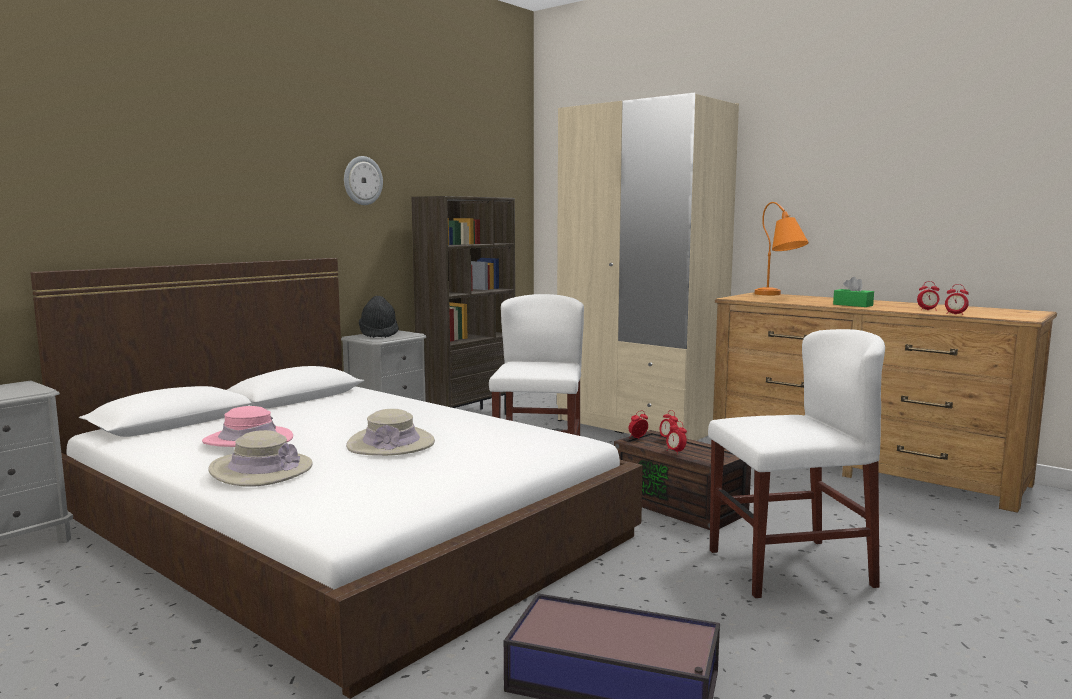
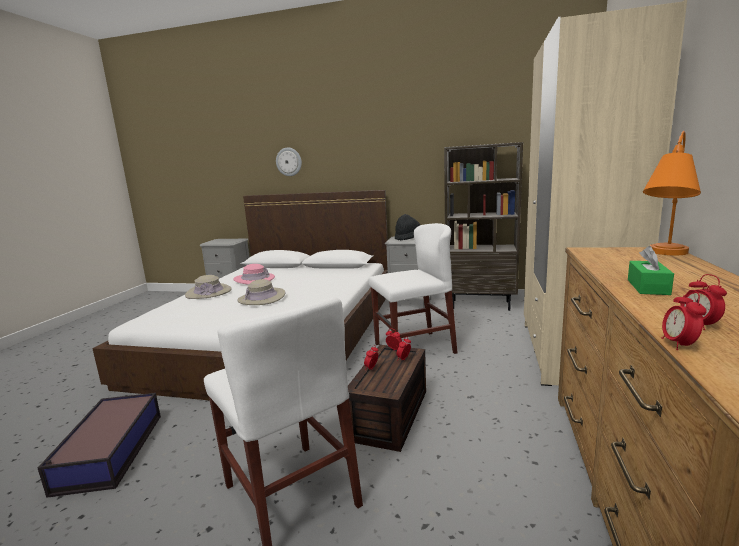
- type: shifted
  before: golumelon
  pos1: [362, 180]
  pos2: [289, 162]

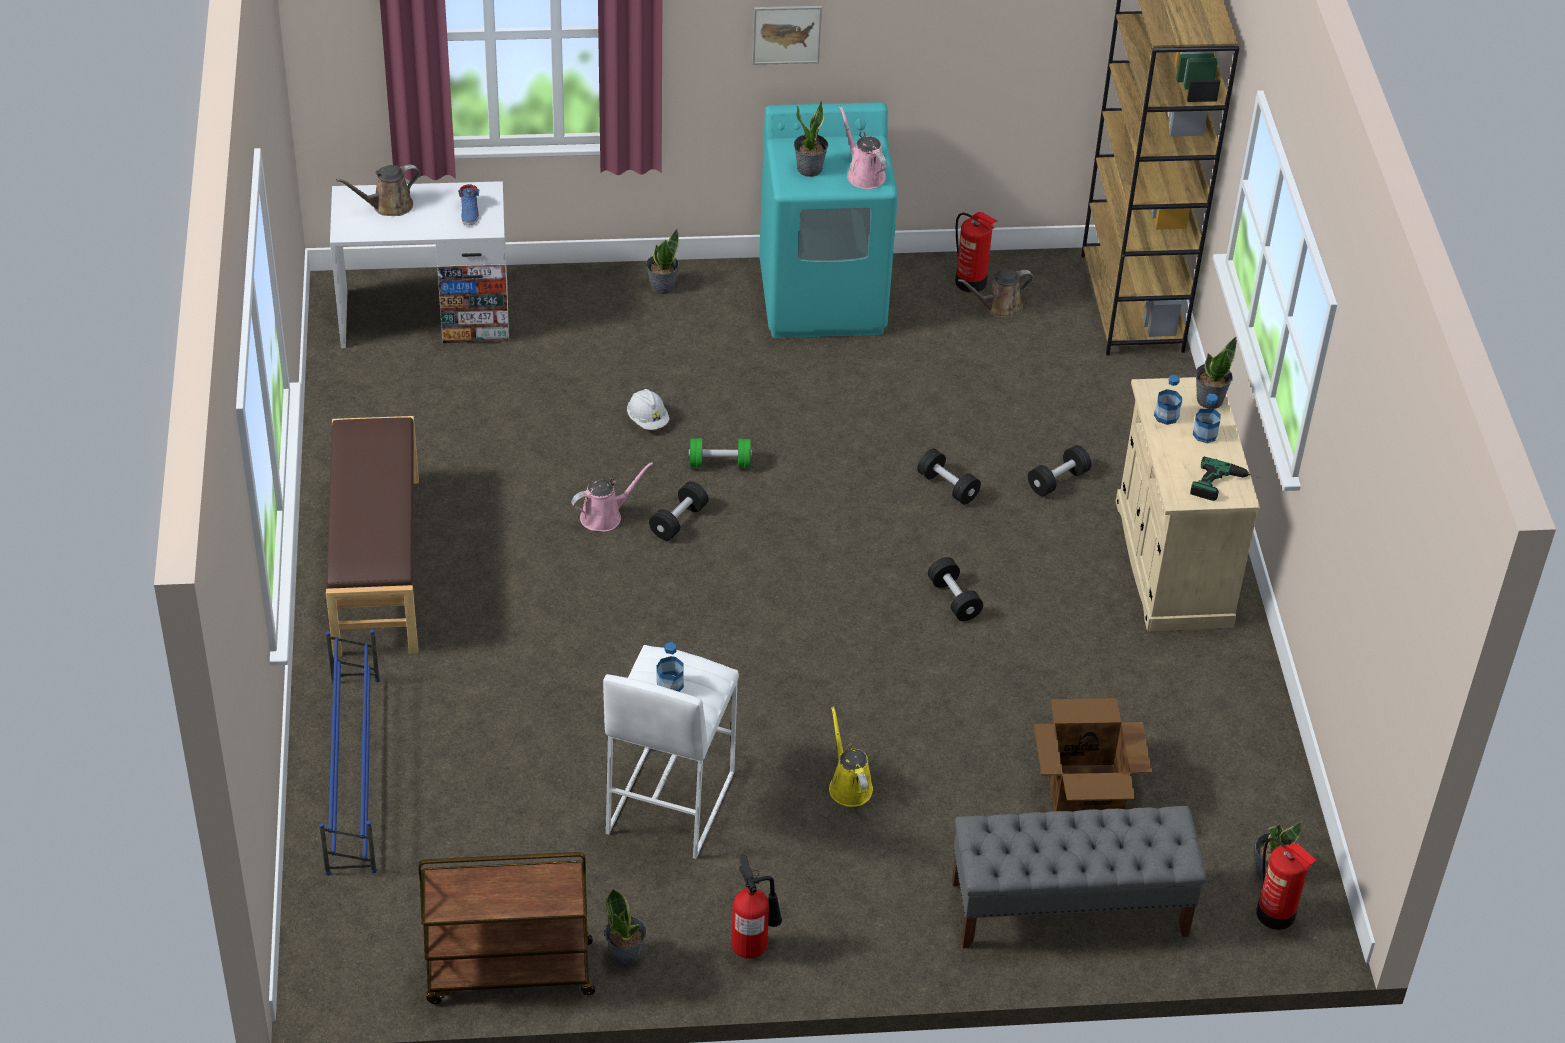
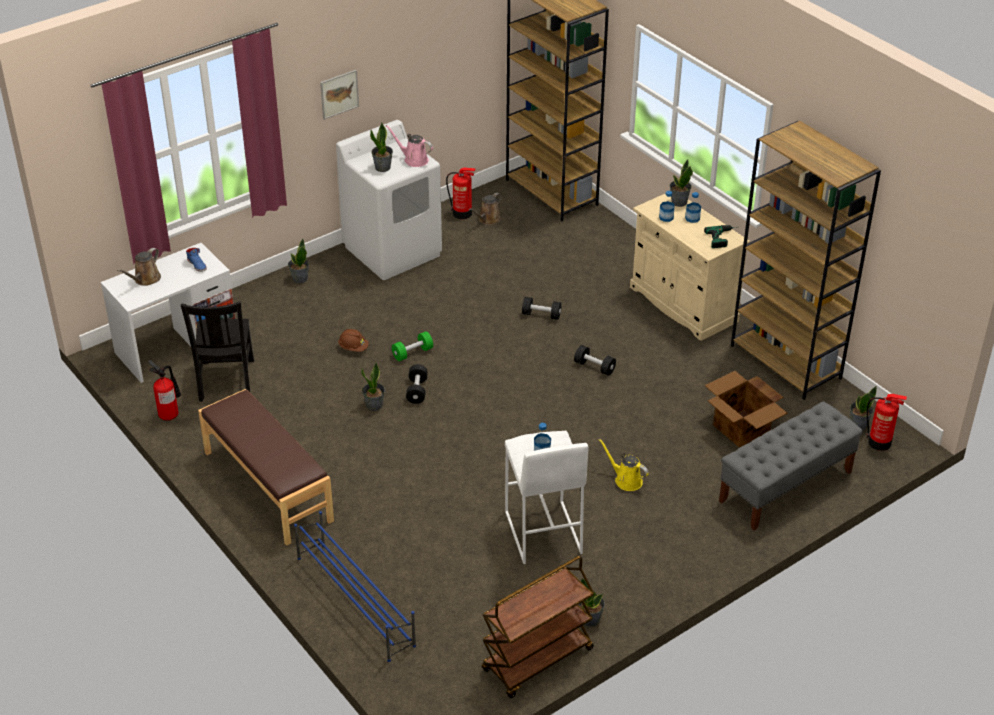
- type: shifted
  before: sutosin
  pos1: [753, 944]
  pos2: [170, 414]
- type: new
  after: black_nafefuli
  pos2: [226, 382]
- type: repainted
  before: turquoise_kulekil
  after: white_kulekil
  pos1: [823, 298]
  pos2: [393, 251]
- type: repainted
  before: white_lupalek
  after: brown_lupalek
  pos1: [647, 420]
  pos2: [353, 348]
- type: swapped
  before: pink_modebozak
  after: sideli
  pos1: [605, 516]
  pos2: [374, 405]
- type: new
  after: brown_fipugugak
  pos2: [786, 362]
- type: gone
  before: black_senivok
  pos1: [1058, 481]

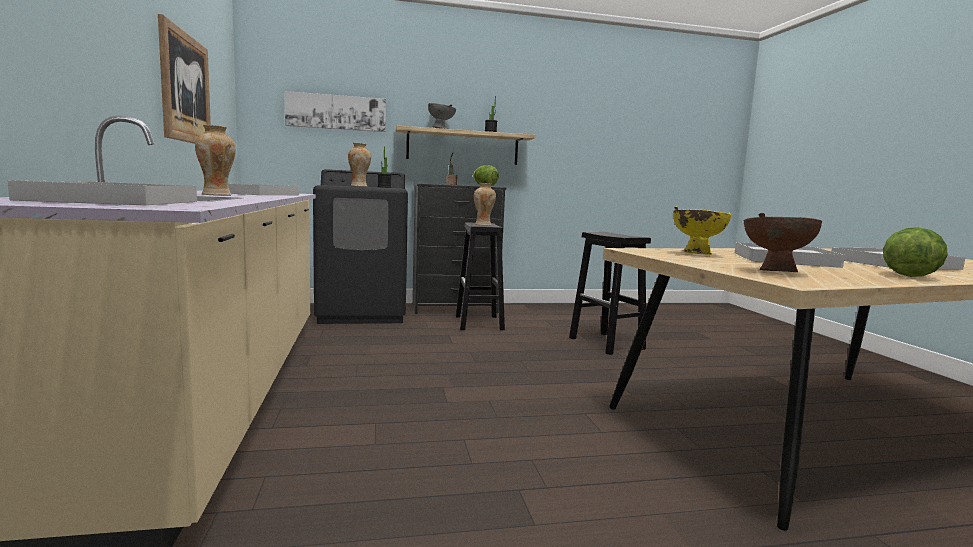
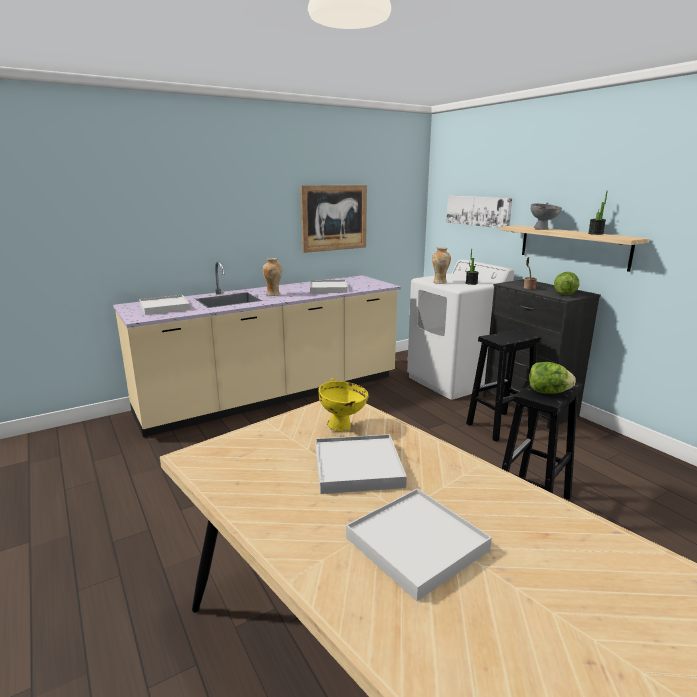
- type: repainted
  before: black_kulekil
  after: white_kulekil
  pos1: [362, 313]
  pos2: [454, 381]
- type: shifted
  before: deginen
  pos1: [909, 276]
  pos2: [548, 392]
- type: gone
  before: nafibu
  pos1: [483, 225]
- type: gone
  before: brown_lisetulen
  pos1: [774, 272]

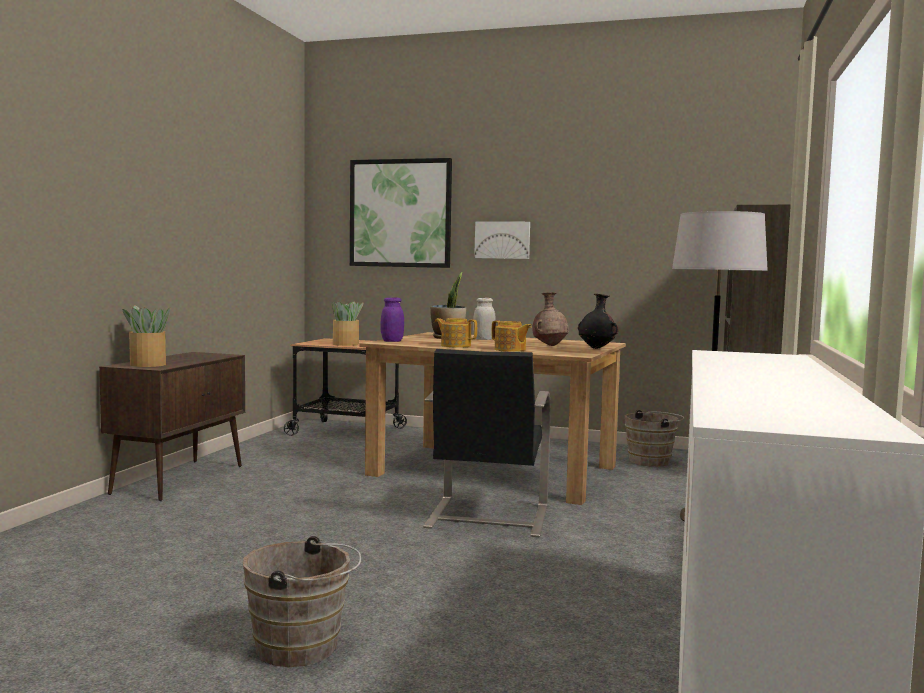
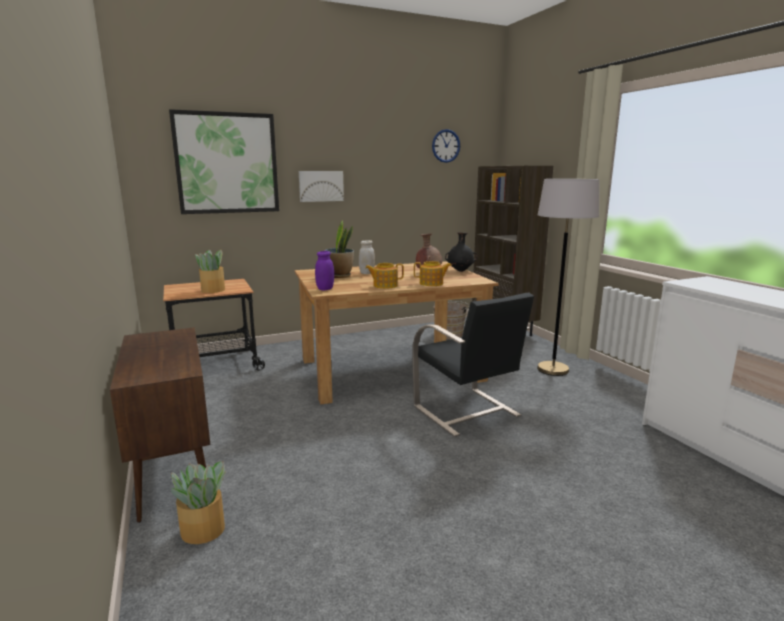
- type: shifted
  before: sideli
  pos1: [148, 364]
  pos2: [204, 530]
- type: new
  after: golumelon
  pos2: [446, 146]
- type: gone
  before: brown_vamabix
  pos1: [303, 648]

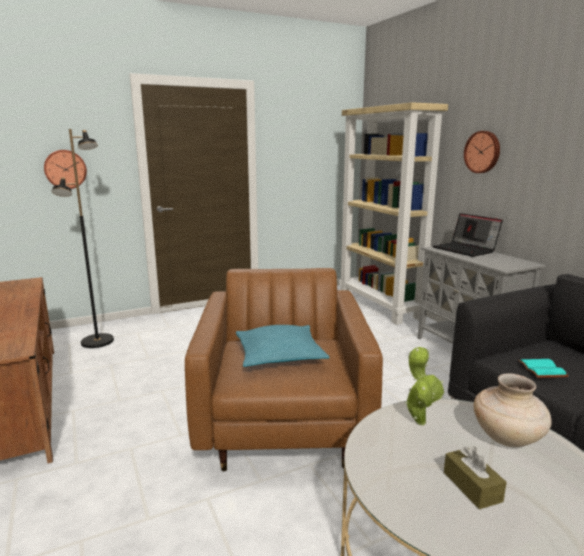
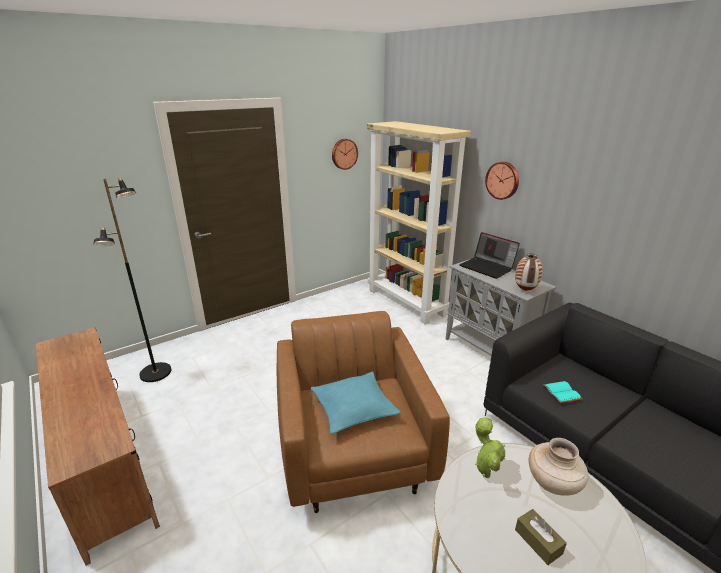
- type: shifted
  before: golumelon
  pos1: [65, 169]
  pos2: [344, 154]
- type: new
  after: nafibu
  pos2: [524, 290]

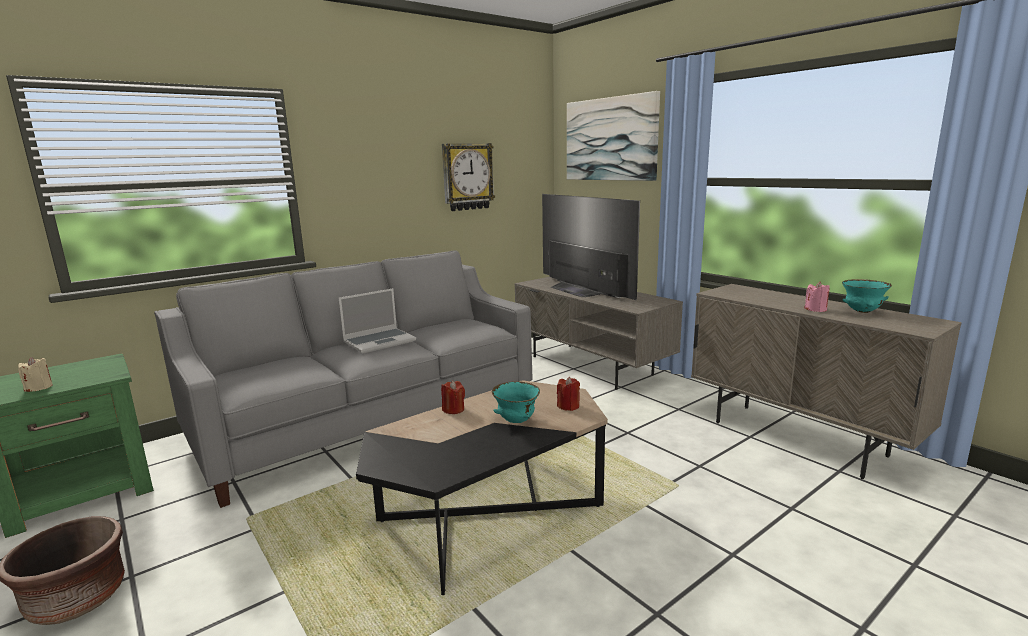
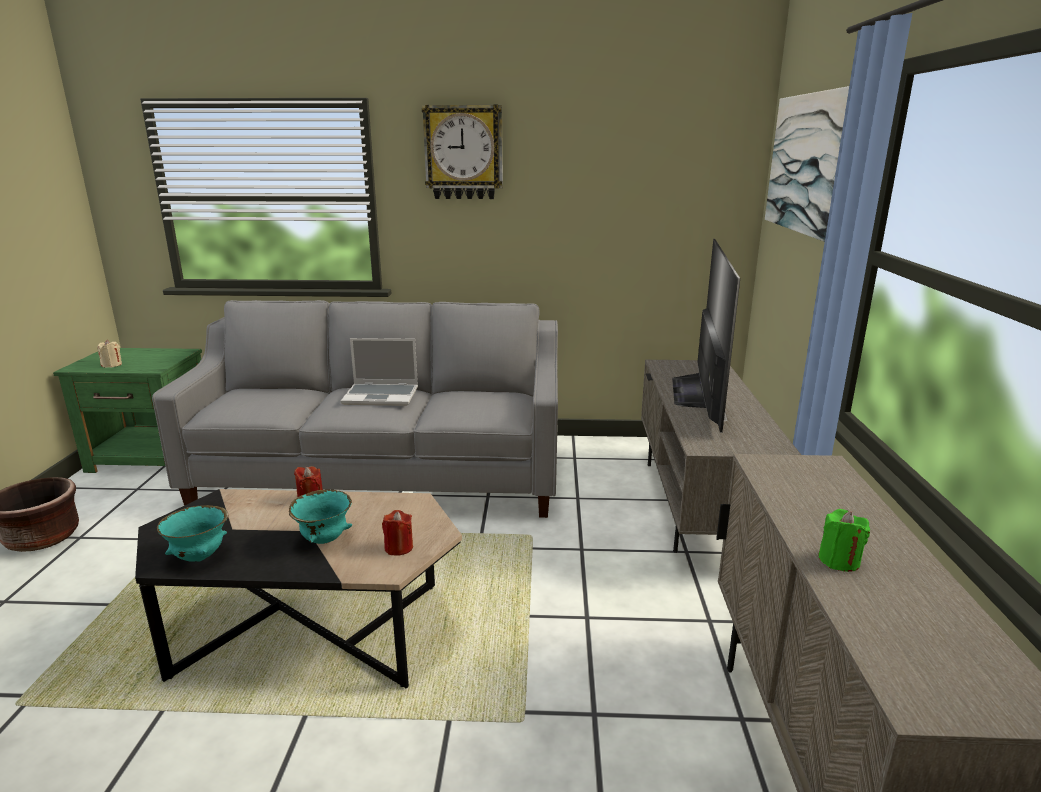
- type: shifted
  before: turquoise_lisetulen
  pos1: [862, 311]
  pos2: [199, 557]
- type: shifted
  before: golumelon
  pos1: [467, 177]
  pos2: [464, 153]
- type: repainted
  before: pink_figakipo
  after: green_figakipo
  pos1: [815, 309]
  pos2: [839, 560]

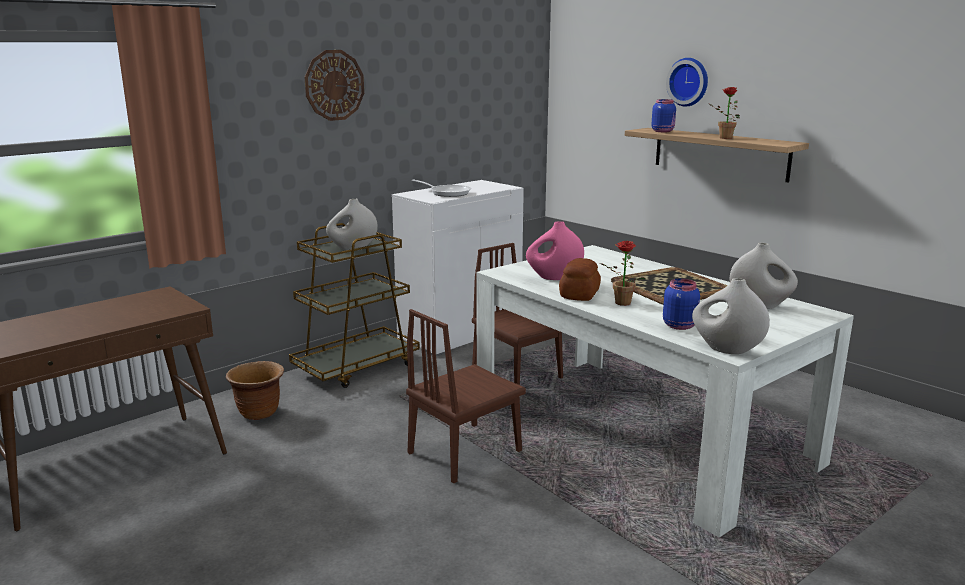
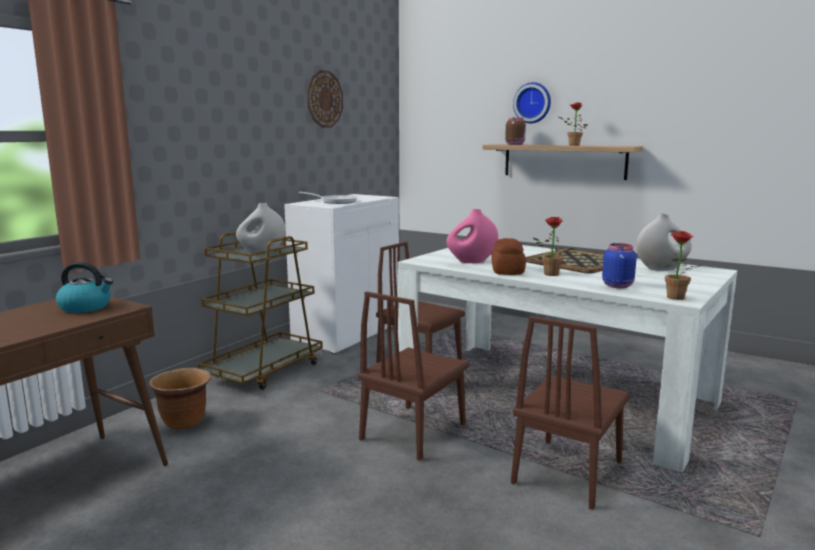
- type: new
  after: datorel
  pos2: [86, 307]
- type: shifted
  before: golumelon
  pos1: [334, 85]
  pos2: [324, 99]
- type: repainted
  before: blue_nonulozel
  after: brown_nonulozel
  pos1: [663, 131]
  pos2: [515, 144]
- type: new
  after: brown_nafefuli
  pos2: [567, 472]
- type: swapped
  before: white_nafibu
  after: sideli
  pos1: [726, 349]
  pos2: [676, 298]

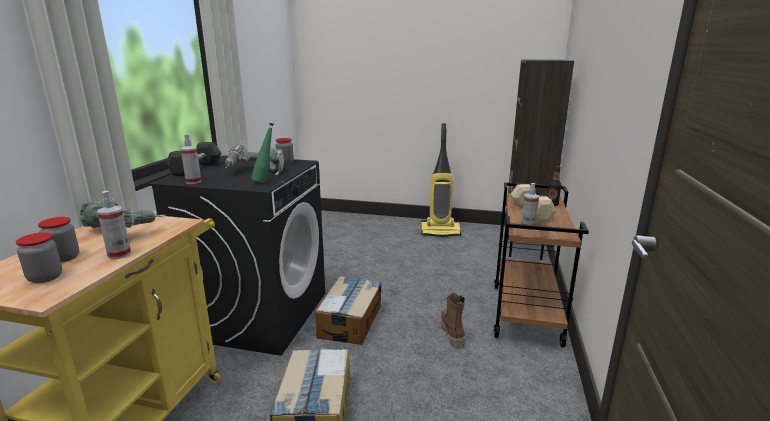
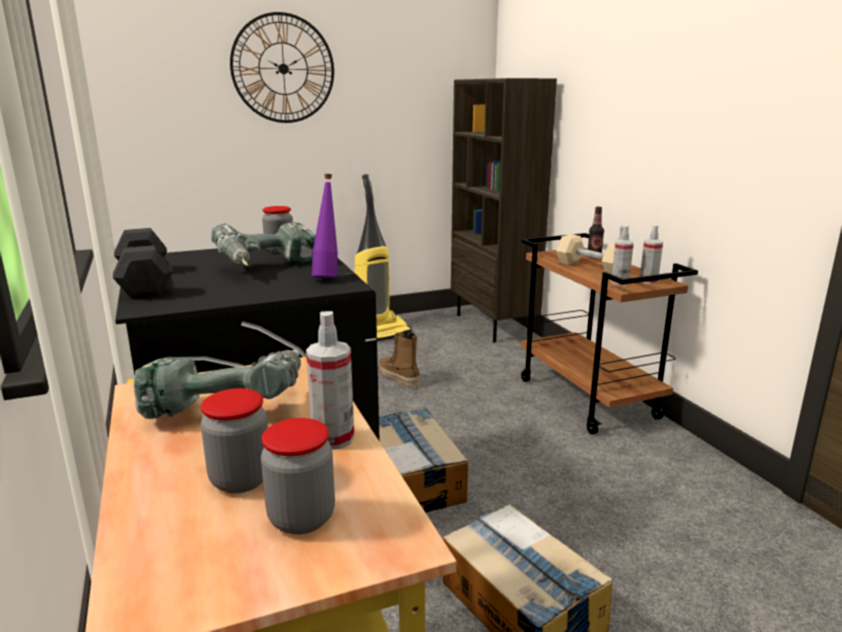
- type: new
  after: golumelon
  pos2: [283, 69]
- type: repainted
  before: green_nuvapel
  after: purple_nuvapel
  pos1: [265, 181]
  pos2: [327, 277]
- type: shifted
  before: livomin
  pos1: [452, 333]
  pos2: [399, 379]
- type: shifted
  before: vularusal
  pos1: [193, 182]
  pos2: [648, 281]

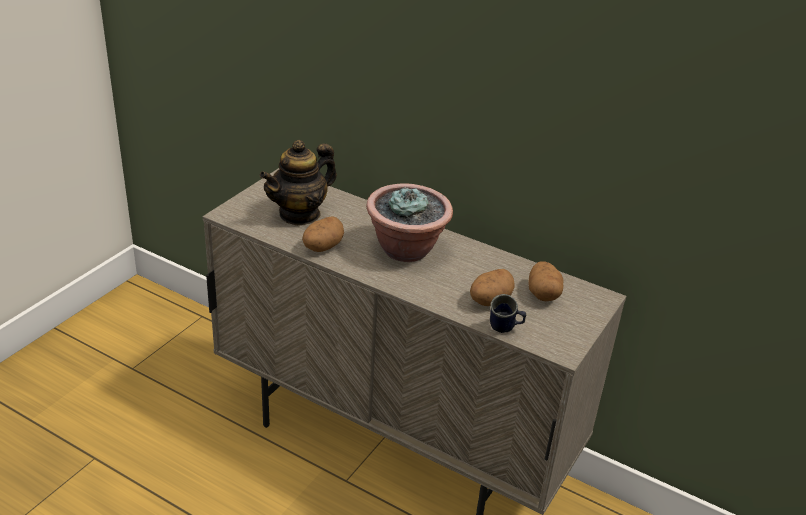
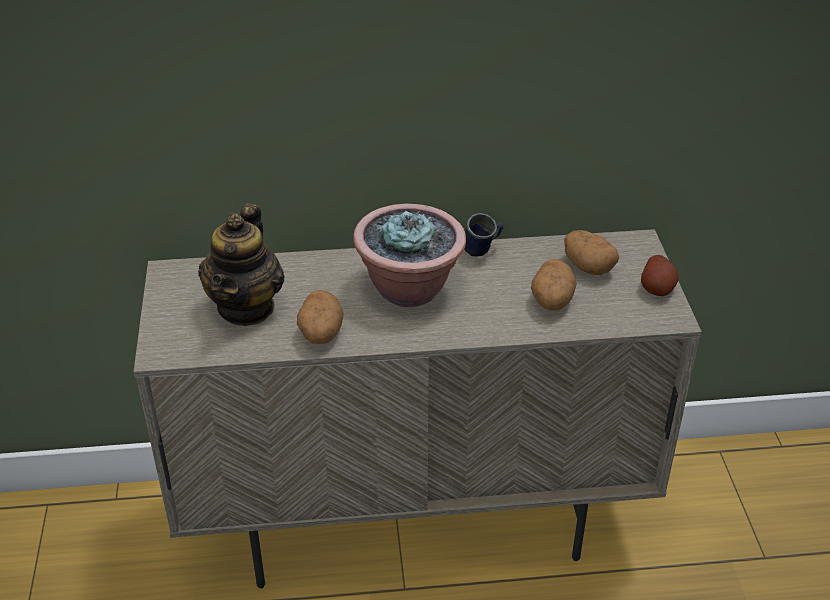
- type: shifted
  before: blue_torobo
  pos1: [505, 330]
  pos2: [482, 251]
- type: new
  after: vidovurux
  pos2: [657, 288]

